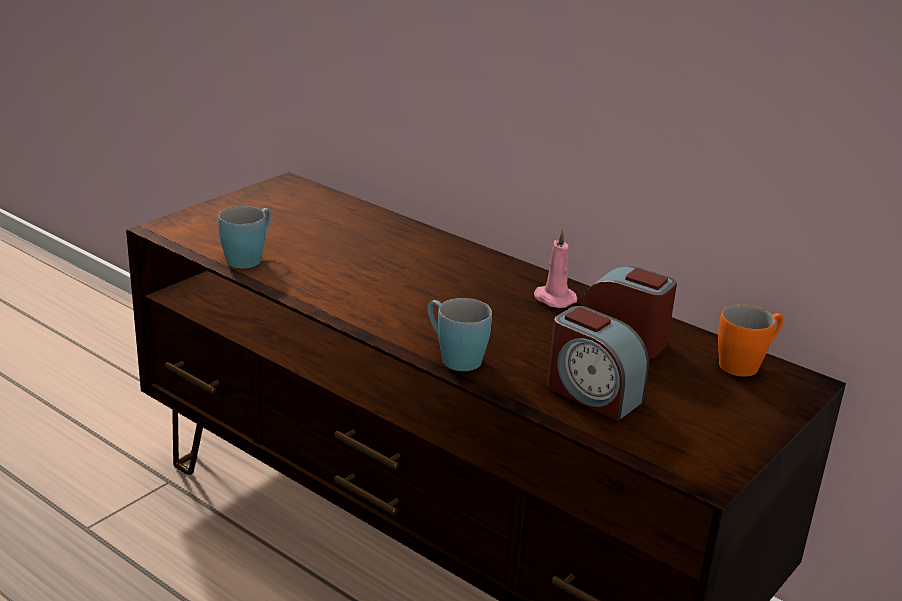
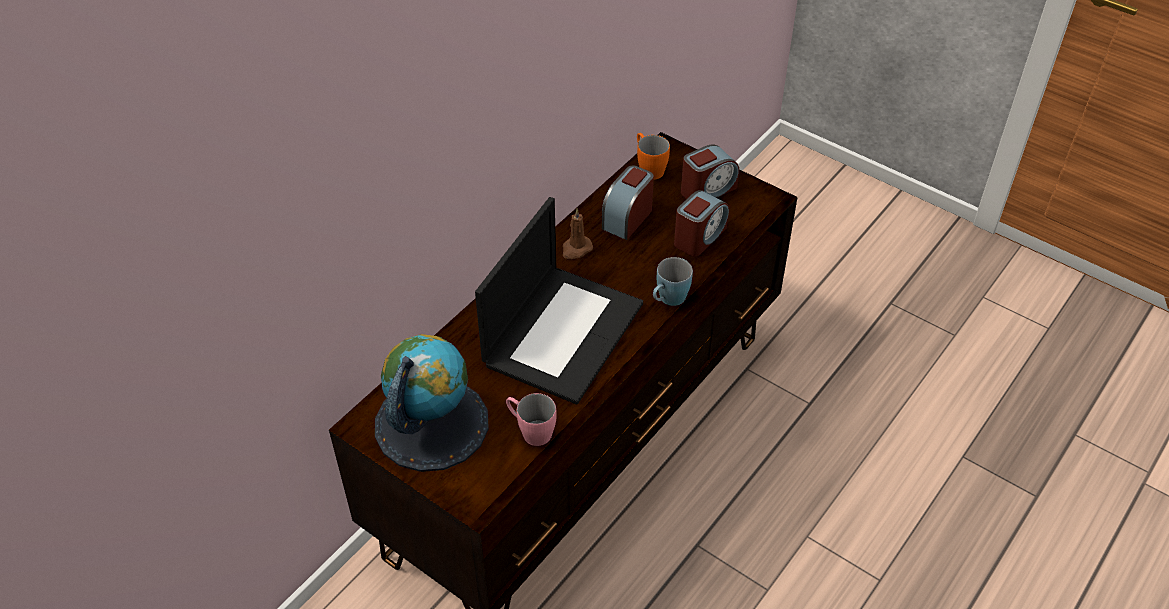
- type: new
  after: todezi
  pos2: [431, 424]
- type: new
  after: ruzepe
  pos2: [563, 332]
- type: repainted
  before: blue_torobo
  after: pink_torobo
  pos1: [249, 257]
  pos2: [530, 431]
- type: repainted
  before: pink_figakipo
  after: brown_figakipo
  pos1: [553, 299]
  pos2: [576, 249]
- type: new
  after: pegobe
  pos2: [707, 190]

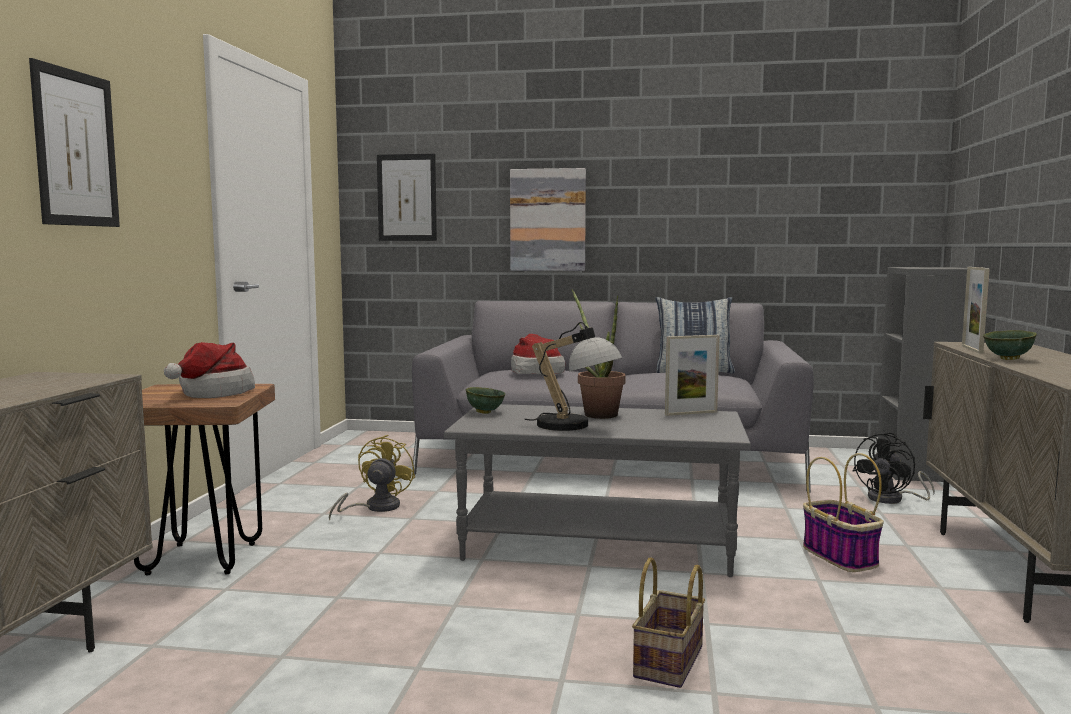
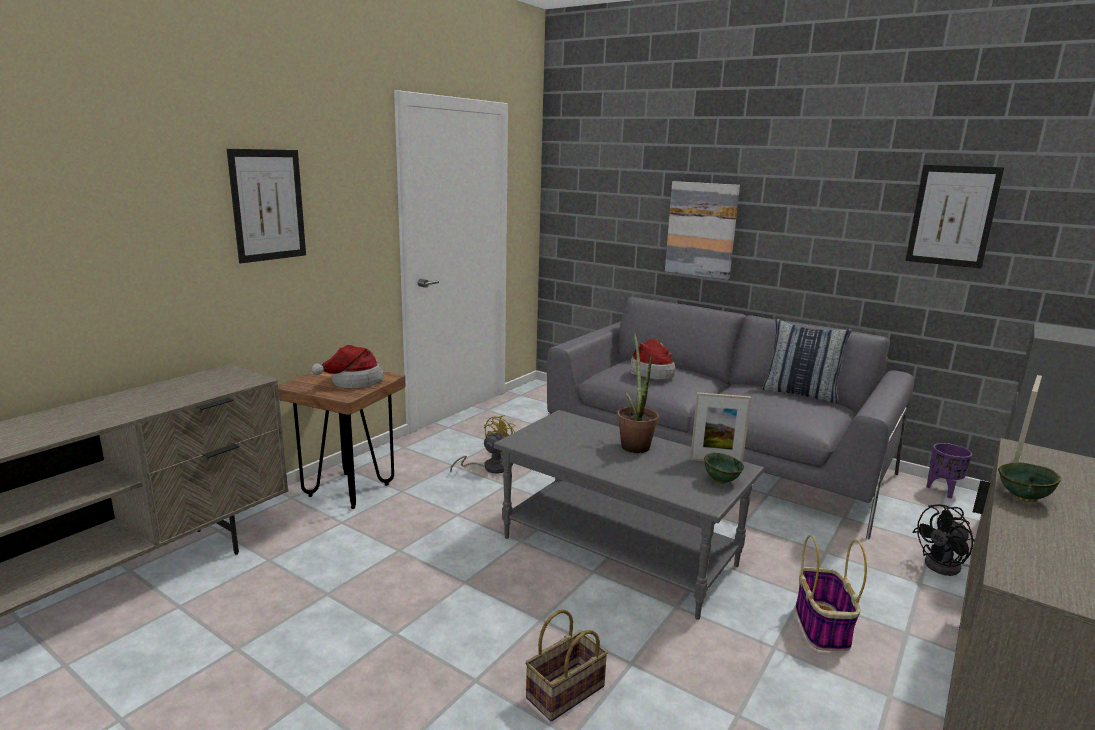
- type: shifted
  before: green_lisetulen
  pos1: [485, 412]
  pos2: [721, 480]
- type: shifted
  before: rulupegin
  pos1: [407, 197]
  pos2: [952, 216]
- type: new
  after: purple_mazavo
  pos2: [943, 491]
- type: gone
  before: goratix
  pos1: [575, 427]

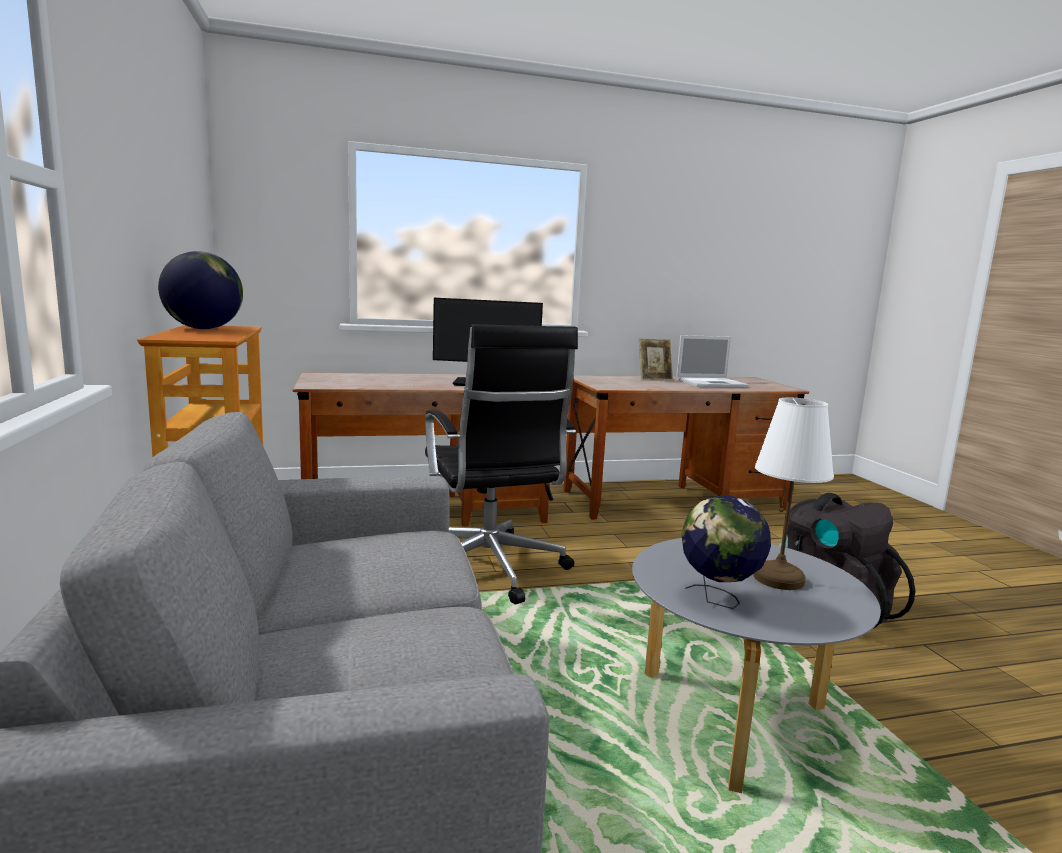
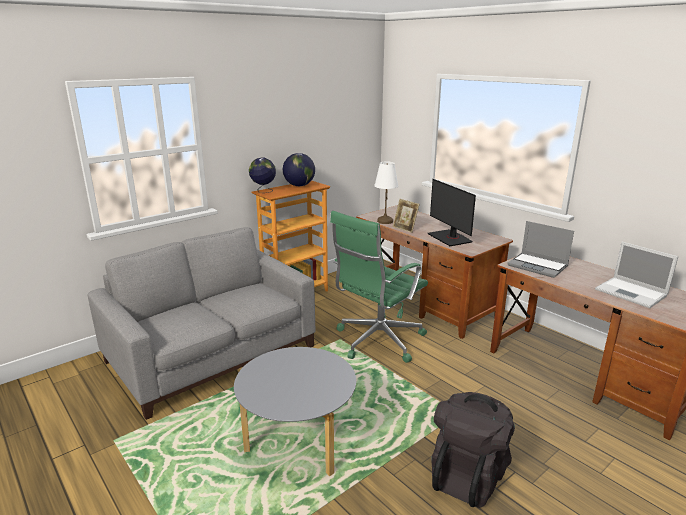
- type: shifted
  before: todezi
  pos1: [718, 600]
  pos2: [263, 191]
- type: repainted
  before: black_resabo
  after: green_resabo
  pos1: [489, 570]
  pos2: [377, 341]
- type: shifted
  before: white_goratix
  pos1: [779, 579]
  pos2: [385, 221]
- type: shifted
  before: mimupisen
  pos1: [654, 379]
  pos2: [405, 228]
- type: new
  after: ruzepe
  pos2: [538, 266]

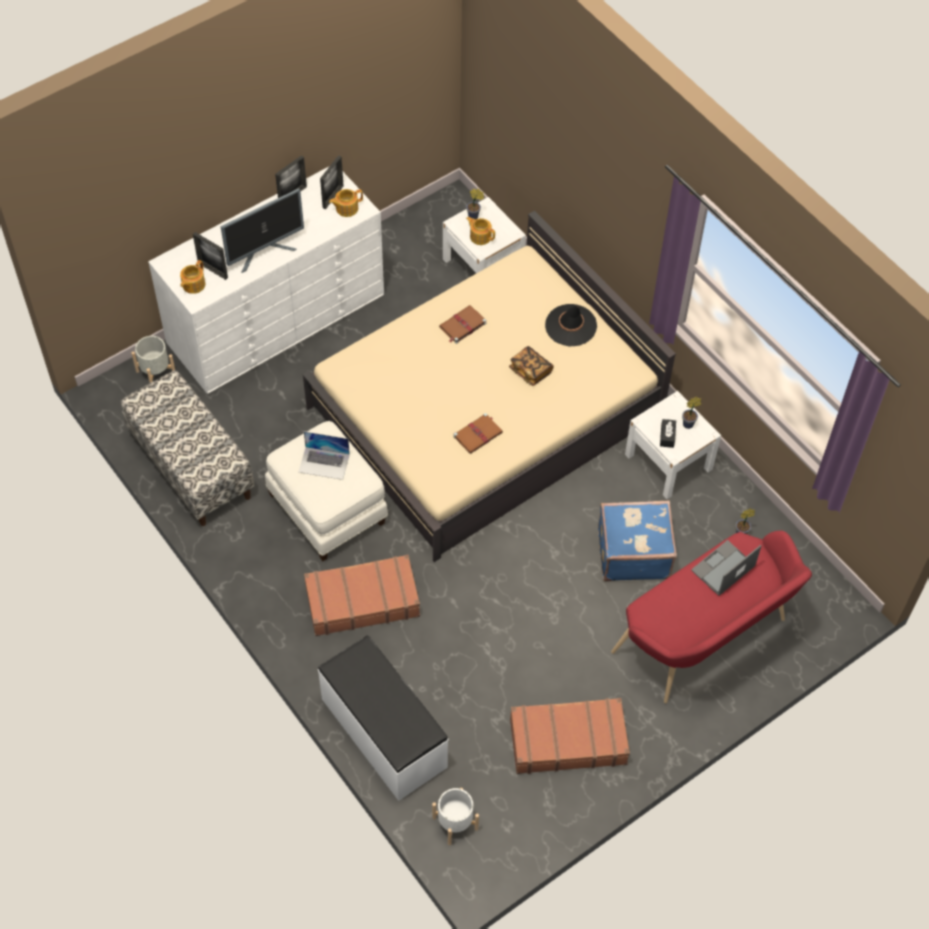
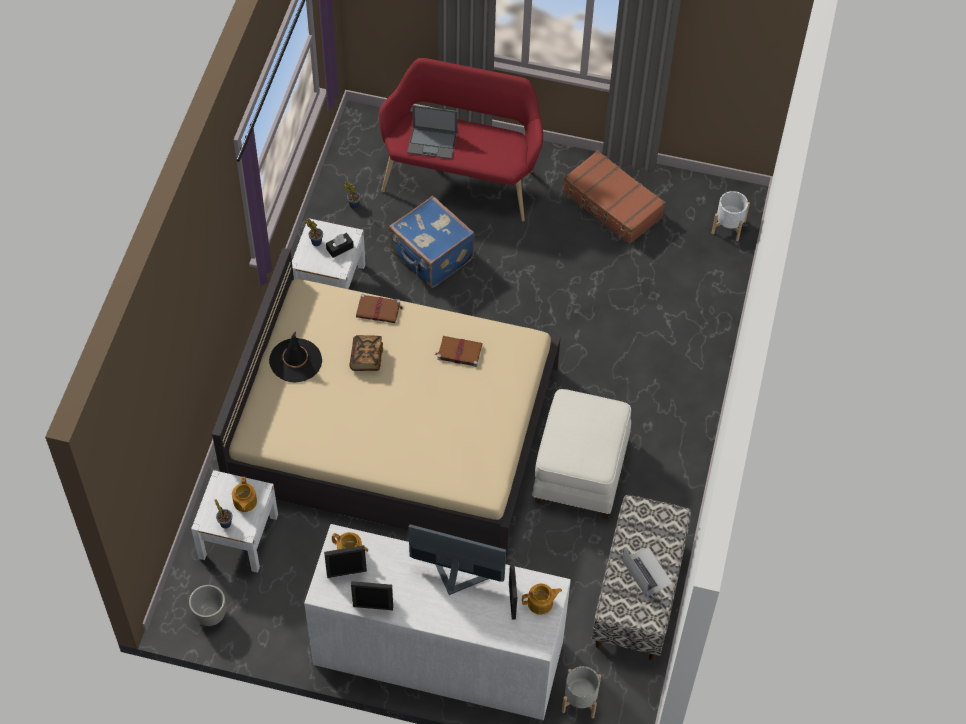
- type: new
  after: grey_mazavo
  pos2: [210, 615]
- type: shifted
  before: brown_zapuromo
  pos1: [462, 325]
  pos2: [379, 310]
- type: shifted
  before: ruzepe
  pos1: [324, 463]
  pos2: [646, 571]
- type: gone
  before: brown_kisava
  pos1: [362, 601]
- type: gone
  before: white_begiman
  pos1: [383, 733]

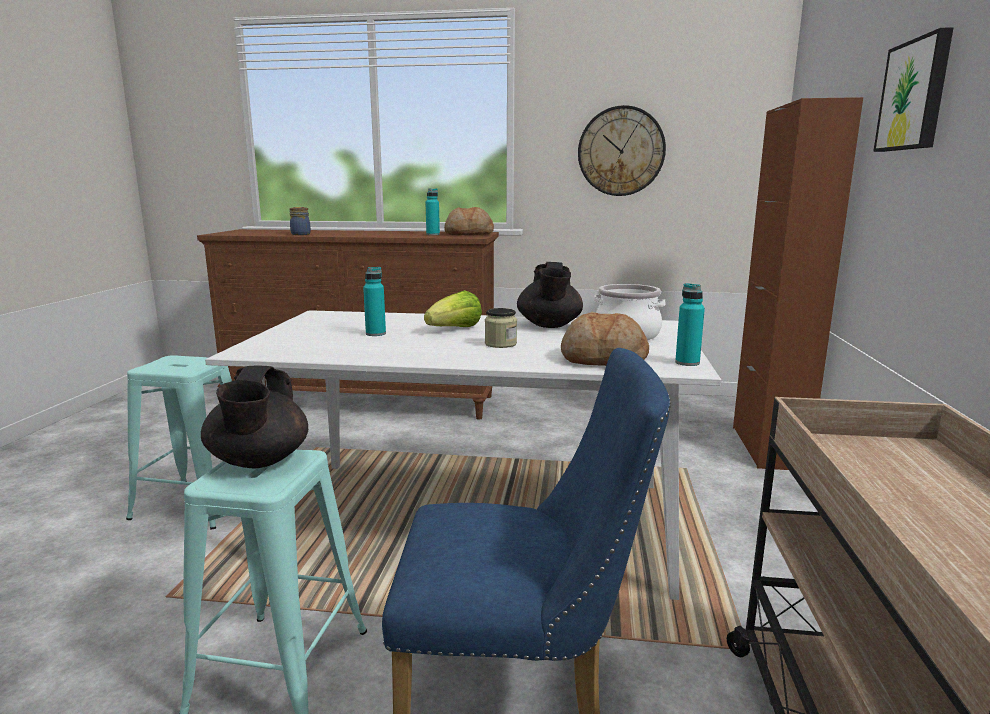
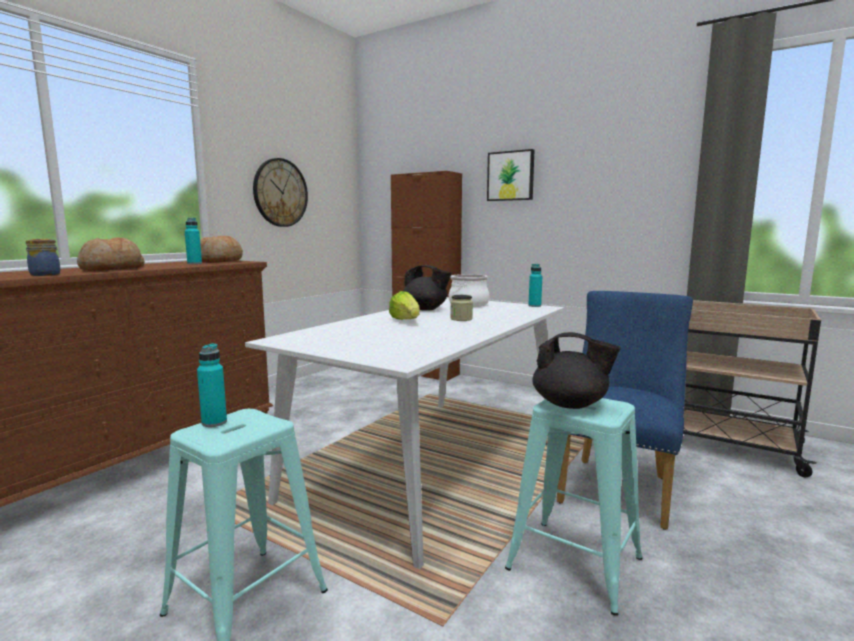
- type: shifted
  before: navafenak
  pos1: [602, 359]
  pos2: [112, 269]
- type: shifted
  before: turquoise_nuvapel
  pos1: [375, 334]
  pos2: [214, 422]

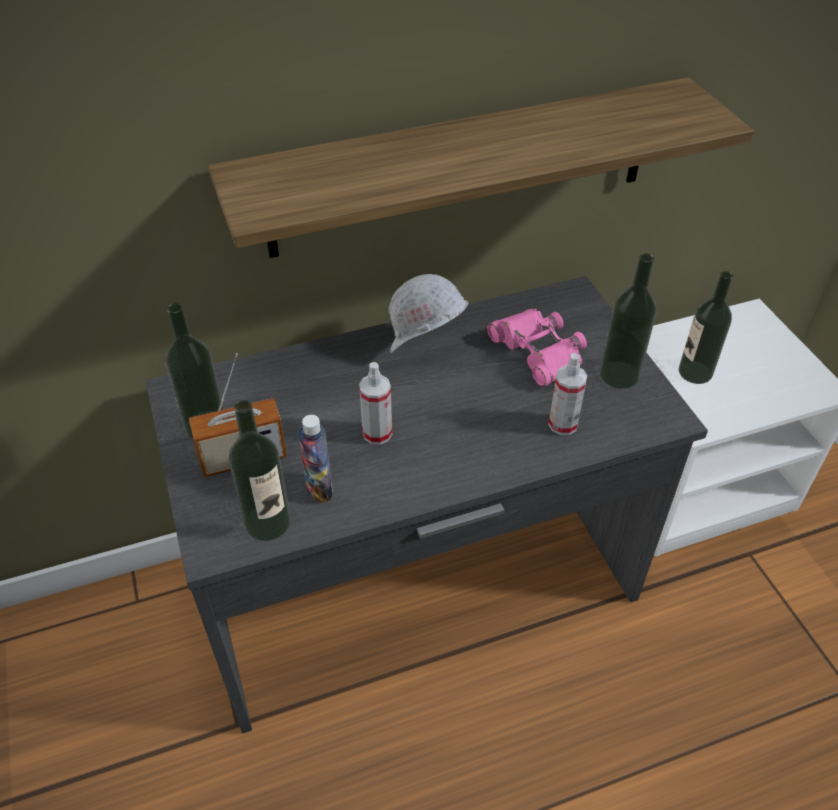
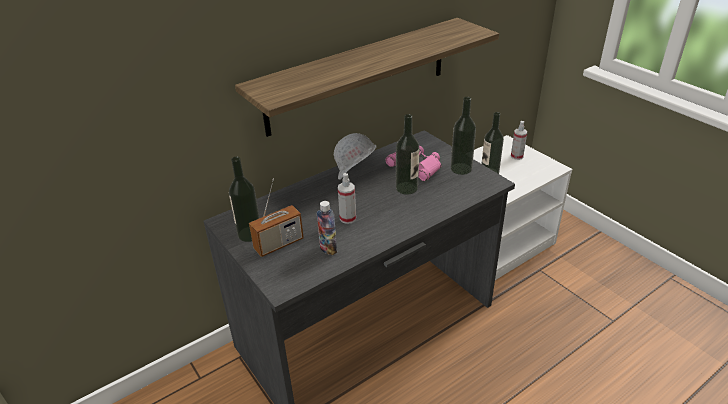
- type: shifted
  before: nuvapel
  pos1: [267, 522]
  pos2: [406, 188]
- type: shifted
  before: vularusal
  pos1: [563, 424]
  pos2: [517, 156]

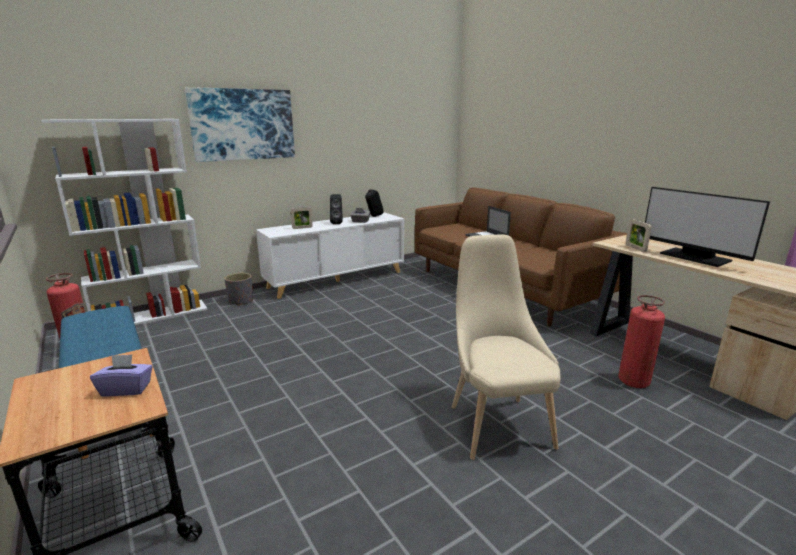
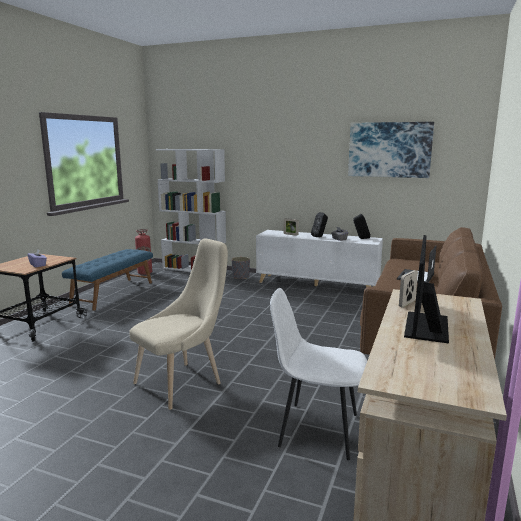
- type: swapped
  before: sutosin
  after: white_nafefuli
  pos1: [633, 382]
  pos2: [316, 429]
- type: shifted
  before: rulupegin
  pos1: [243, 124]
  pos2: [389, 150]

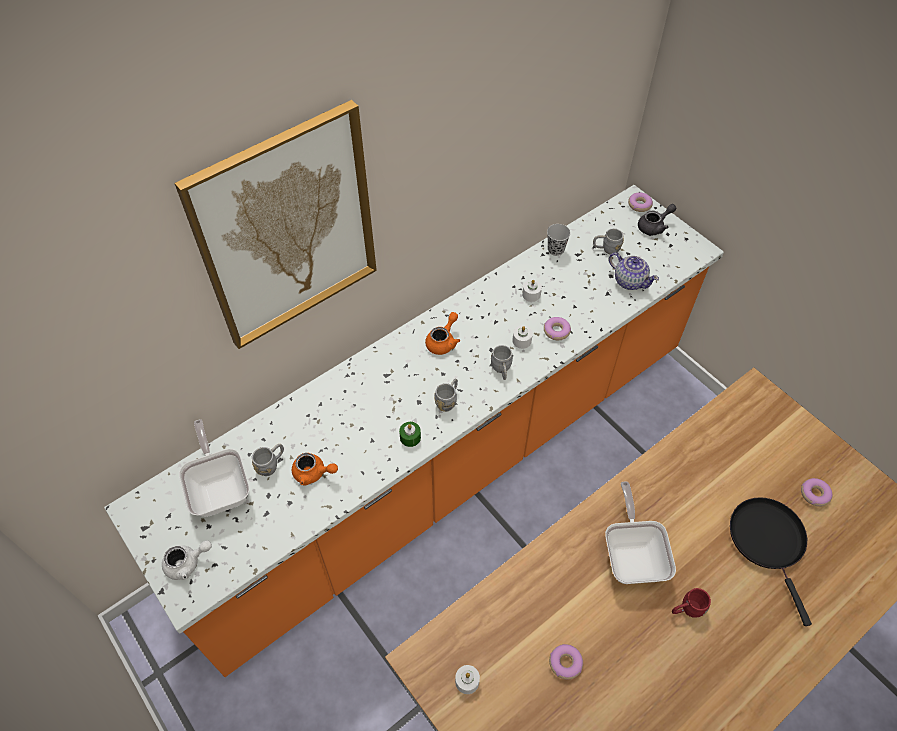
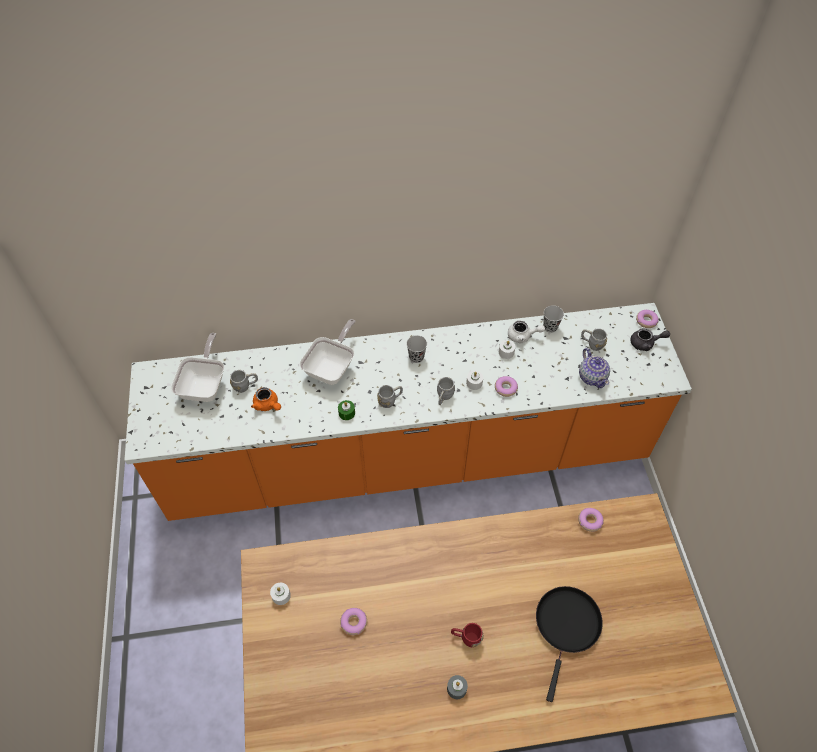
- type: shifted
  before: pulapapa
  pos1: [633, 555]
  pos2: [332, 367]
- type: swapped
  before: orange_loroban
  after: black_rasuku
  pos1: [443, 341]
  pos2: [416, 357]
- type: new
  after: grey_figakipo
  pos2: [456, 688]
- type: shifted
  before: white_loroban
  pos1: [187, 563]
  pos2: [522, 336]
- type: shifted
  before: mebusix
  pos1: [814, 494]
  pos2: [590, 521]
- type: gone
  before: rulupegin
  pos1: [288, 230]

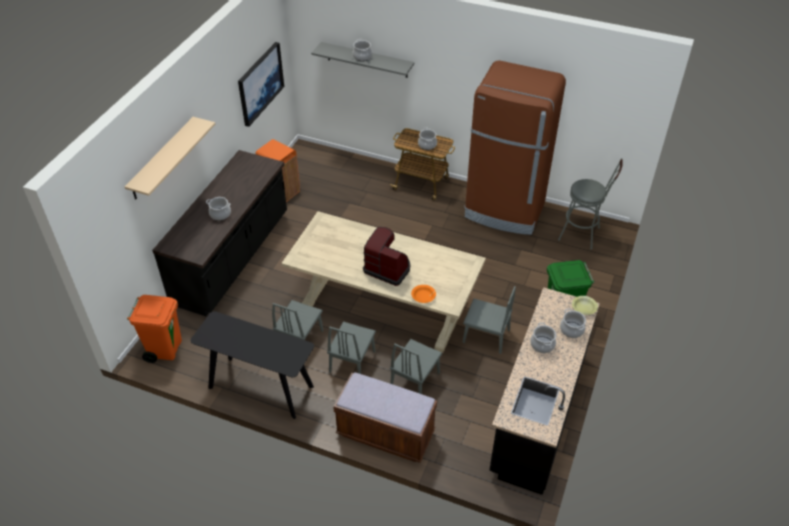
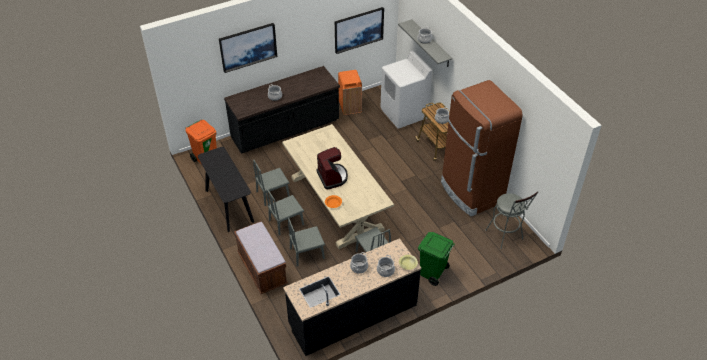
- type: swapped
  before: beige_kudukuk
  after: rulupegin
  pos1: [162, 159]
  pos2: [248, 47]
- type: new
  after: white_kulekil
  pos2: [404, 113]

